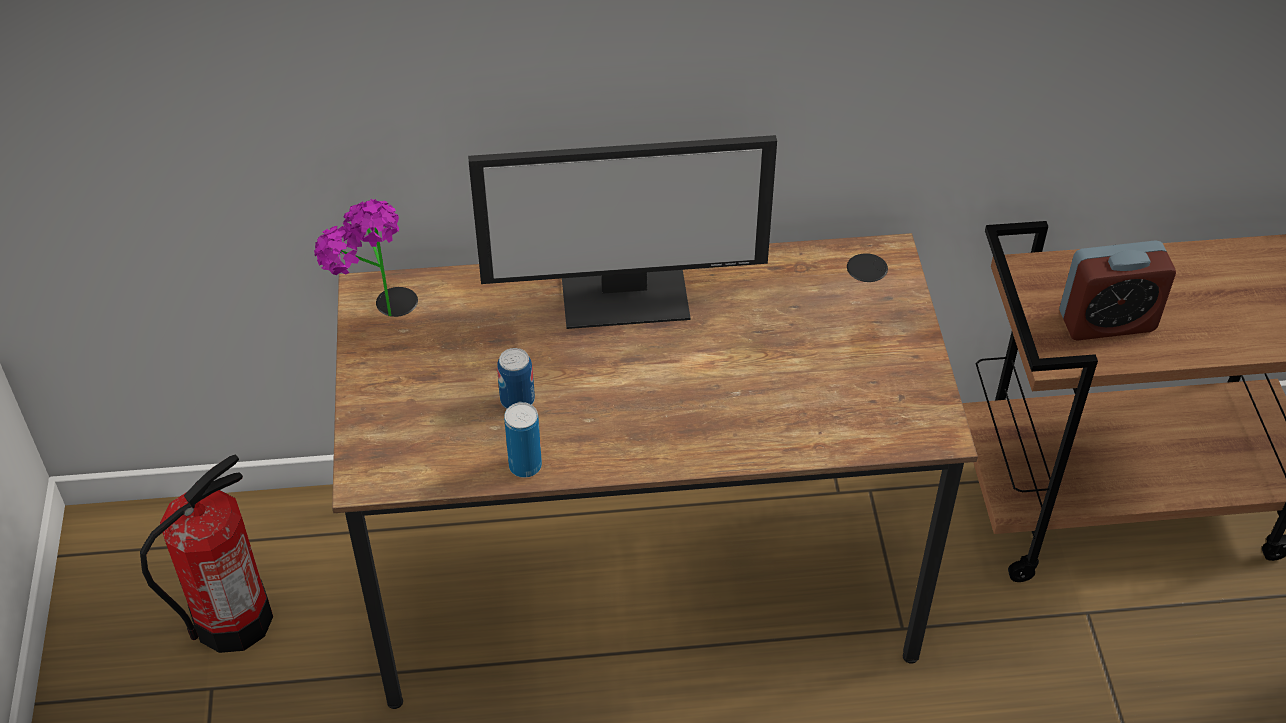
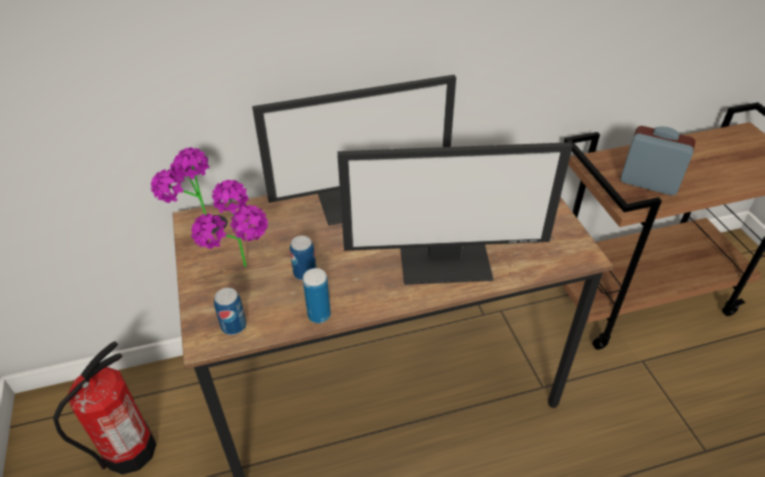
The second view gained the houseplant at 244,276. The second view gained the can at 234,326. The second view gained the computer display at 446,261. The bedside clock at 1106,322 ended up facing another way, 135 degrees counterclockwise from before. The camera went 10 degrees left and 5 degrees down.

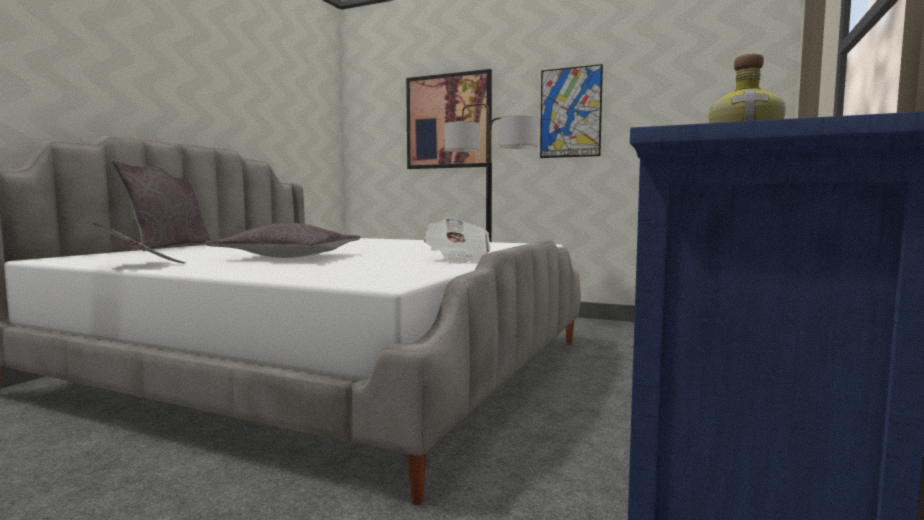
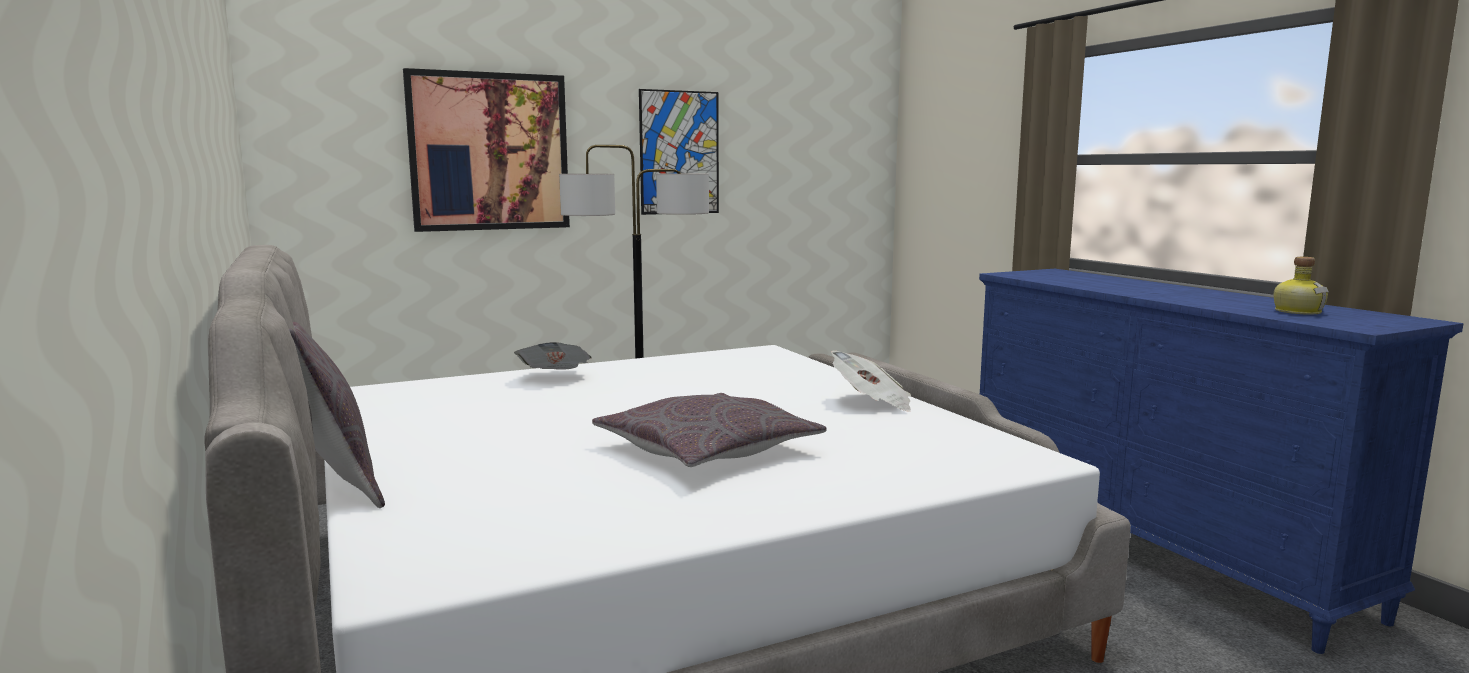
The daily paper ended up elsewhere, having gone from 140,265 to 555,377. The camera went 50 degrees left and 5 degrees up.

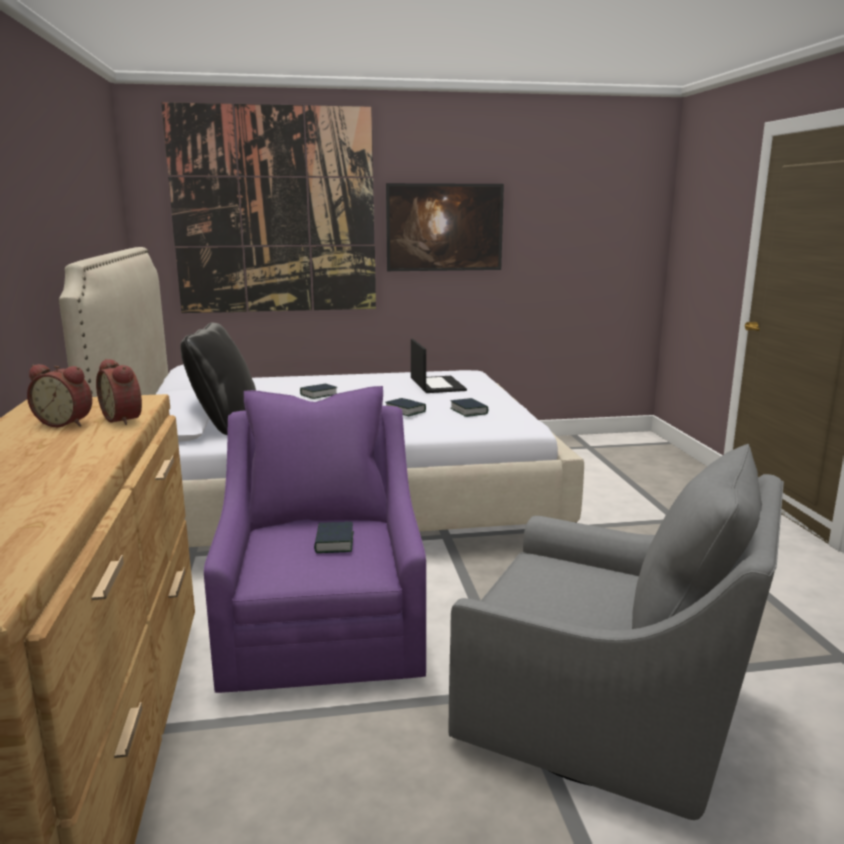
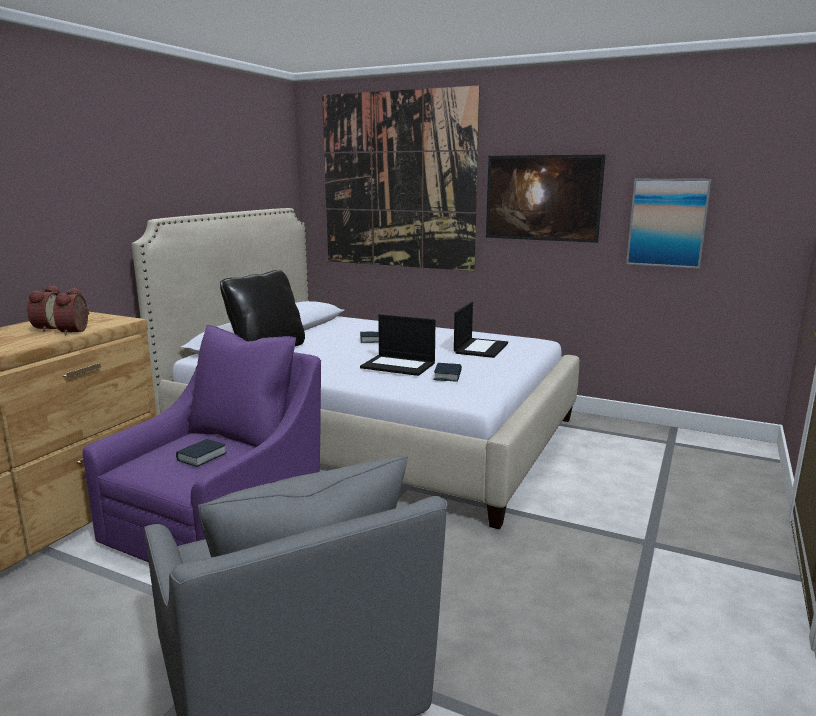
The second view gained the wall picture at 667,223. Where the volume stood at 405,411, the laptop came to stand at 399,365. The bedside clock at 66,423 ended up facing another way, 135 degrees counterclockwise from before. The camera went 35 degrees right and 0 degrees up.

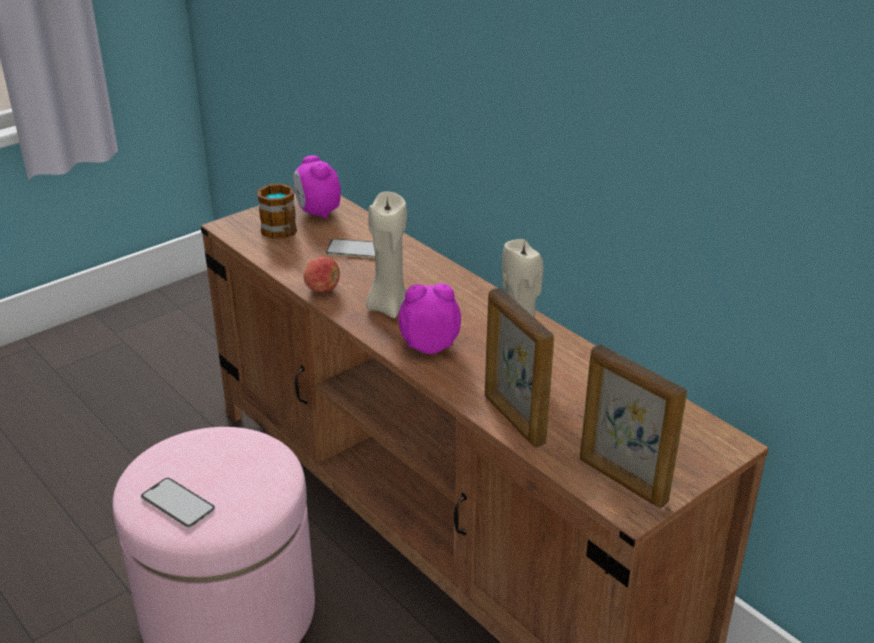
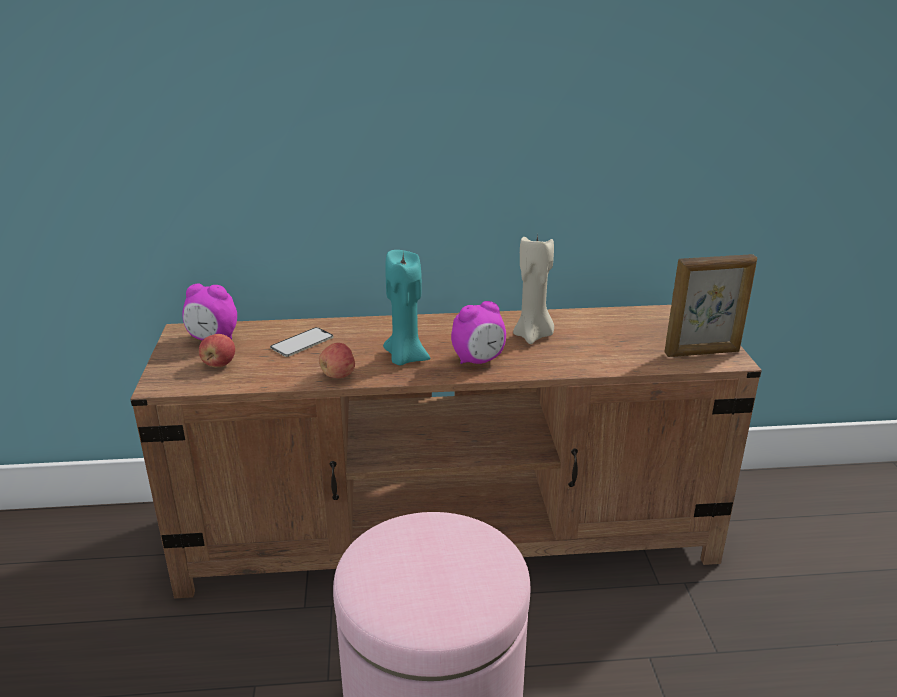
The second view lost the telephone at 178,503. The second view lost the standing frame at 513,420. Where the mug stood at 282,233, the apple fruit came to stand at 219,364. What was the sand-coloured wax candle at 388,307 turned into the turquoise wax candle at 405,358. The bedside clock at 429,345 ended up facing another way, 150 degrees counterclockwise from before. The camera went 55 degrees left and 5 degrees down.

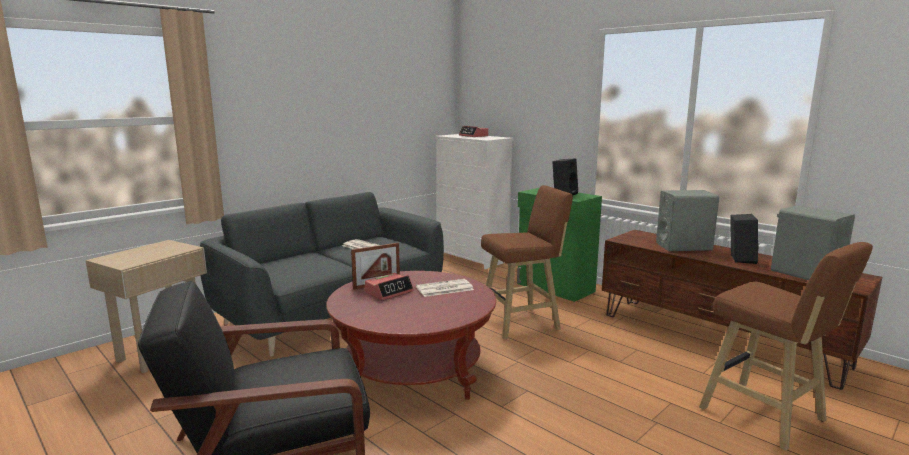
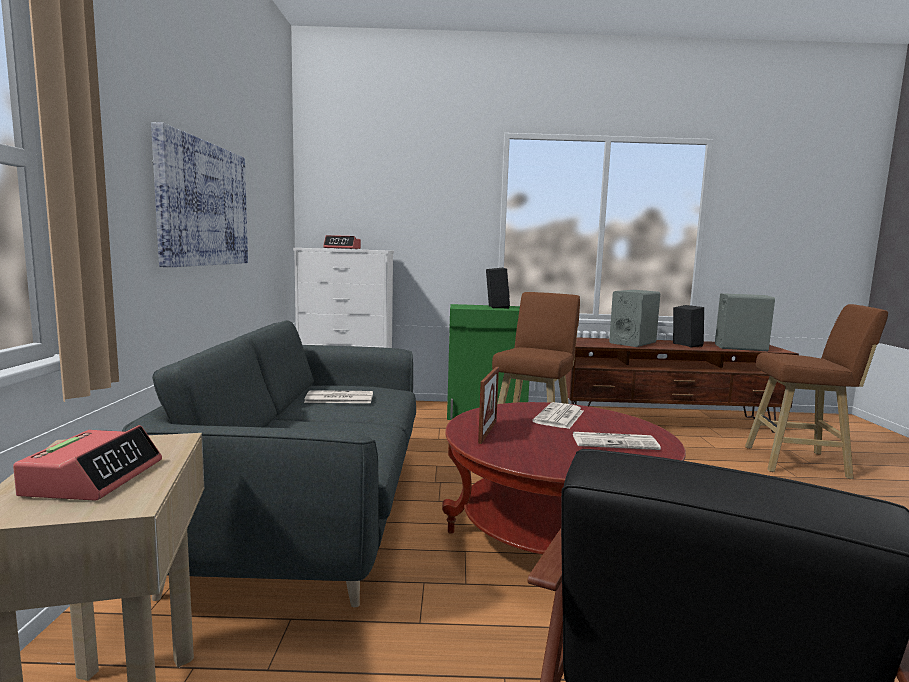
The second view gained the wall picture at 202,204. The second view gained the daily paper at 615,442. The bedside clock ended up elsewhere, having gone from 389,292 to 94,478. The camera went 45 degrees left and 5 degrees down.

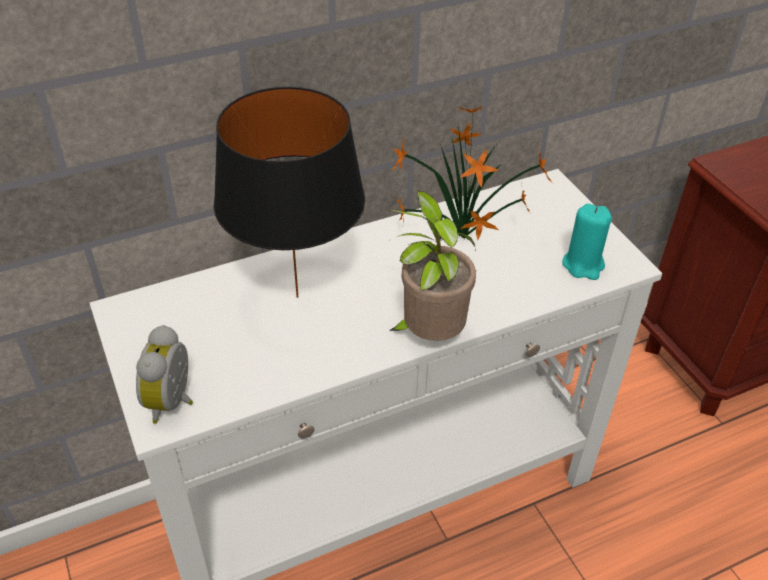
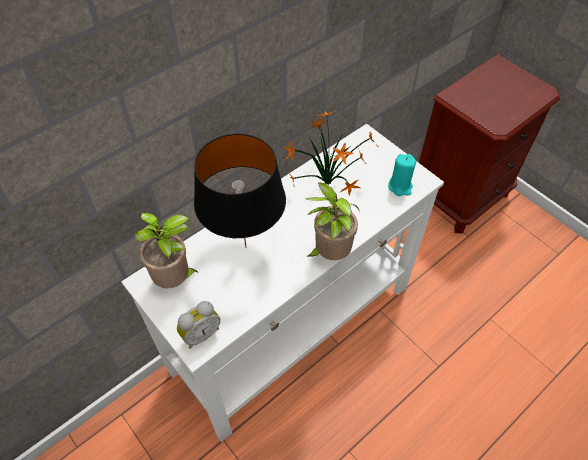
The second view gained the houseplant at 175,280. The bedside clock at 174,402 ended up facing another way, 120 degrees counterclockwise from before. The camera went 15 degrees left and 10 degrees up.

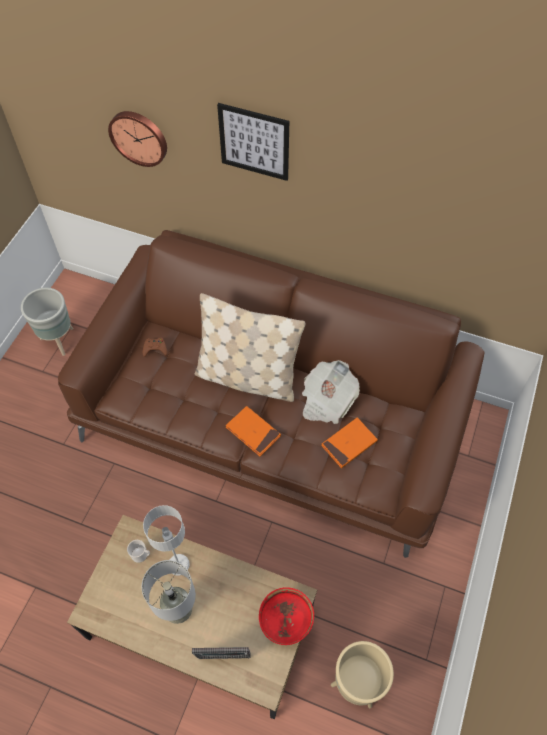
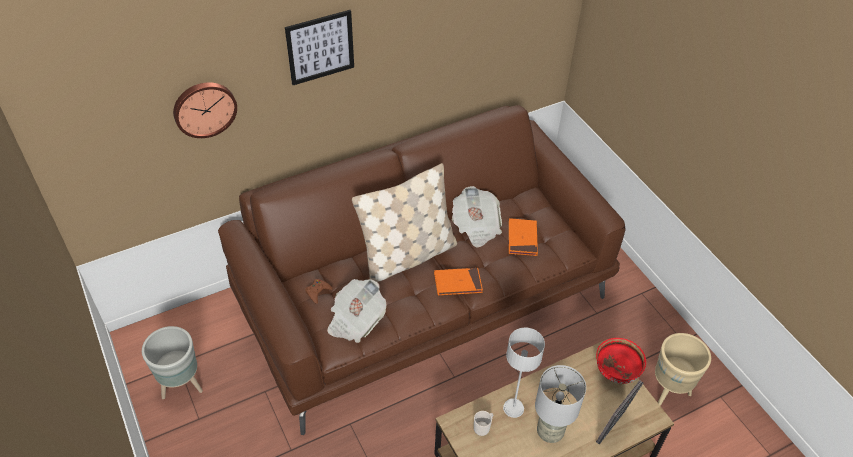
The second view gained the daily paper at 355,320. The camera went 50 degrees left and 10 degrees down.

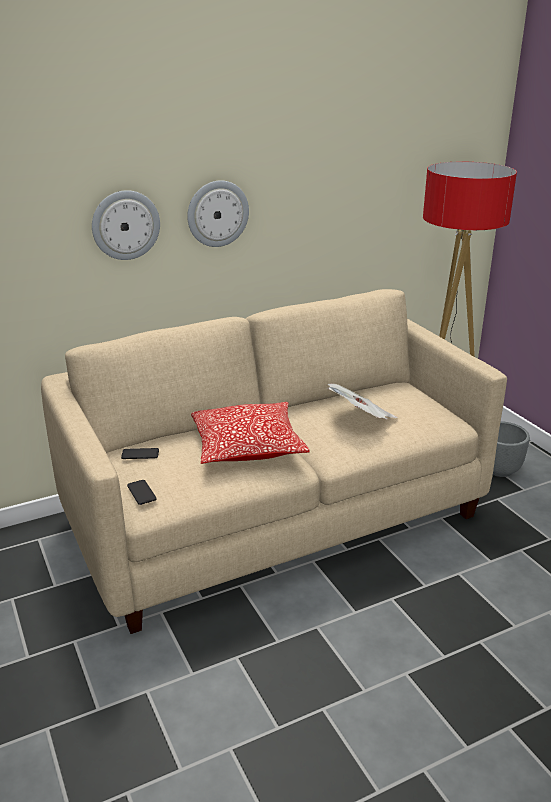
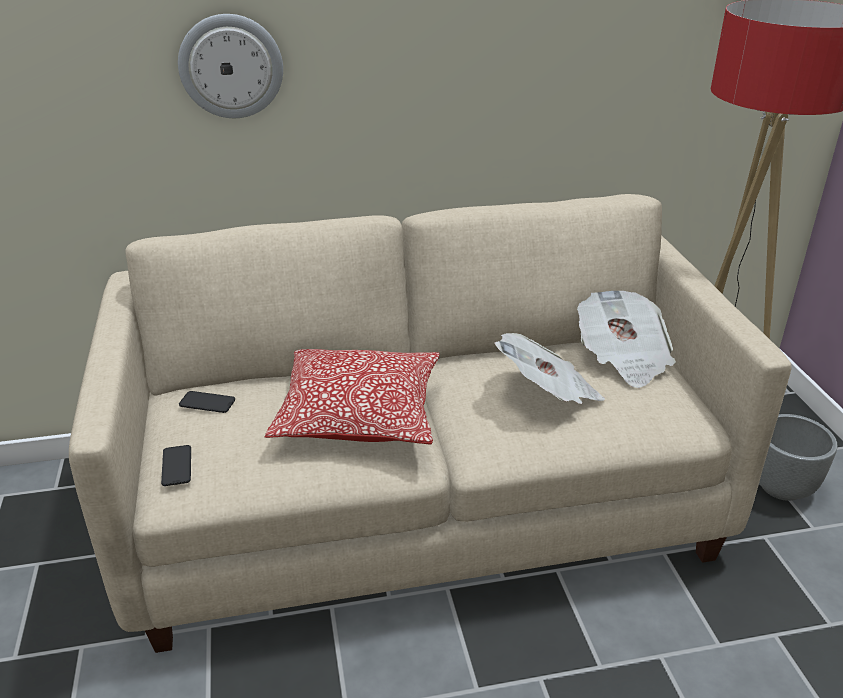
The second view lost the wall clock at 217,213. The second view gained the daily paper at 622,358. The camera went 15 degrees right and 5 degrees up.

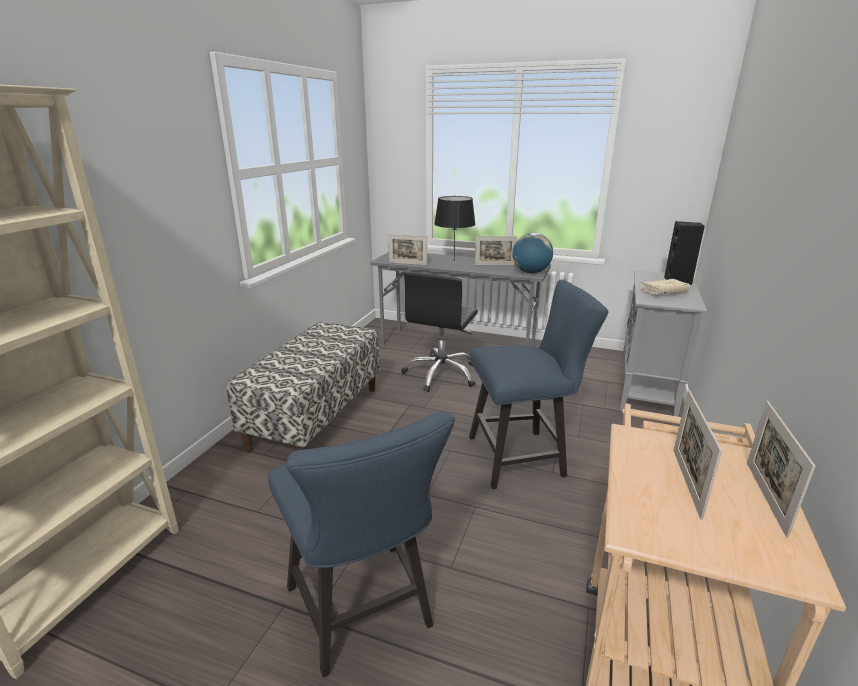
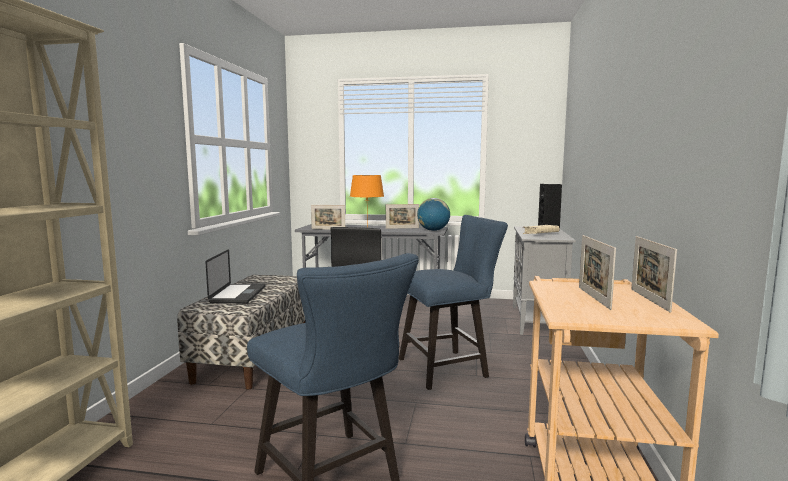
The second view gained the laptop at 238,294. What was the black-coloured tabletop lamp at 453,260 turned into the orange-coloured tabletop lamp at 367,227. The camera went 10 degrees left and 15 degrees down.

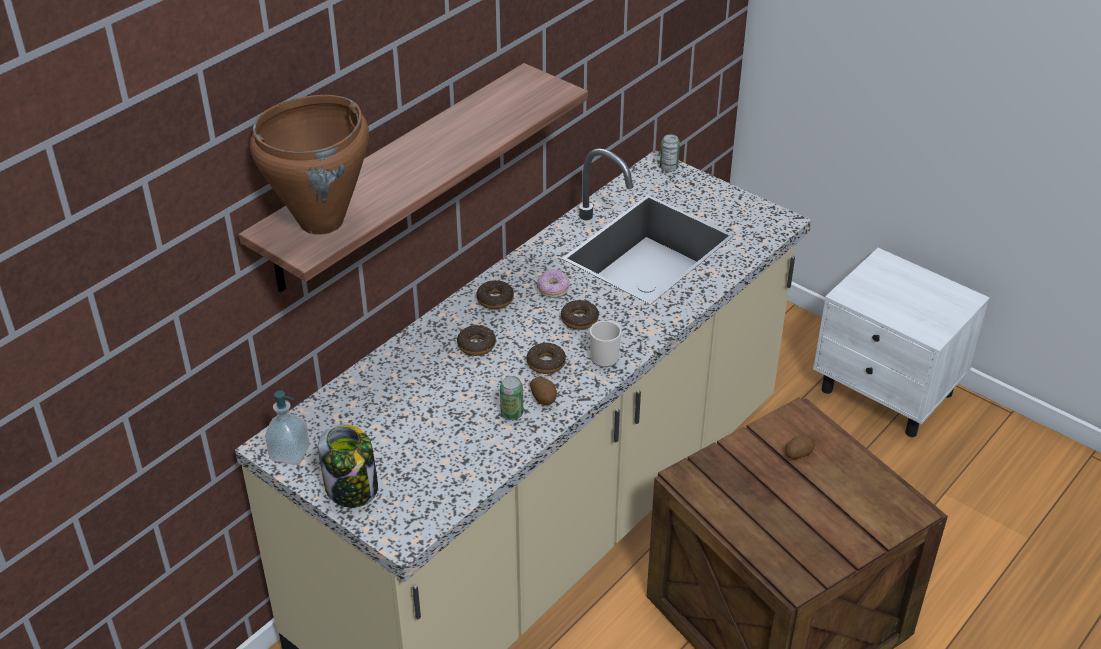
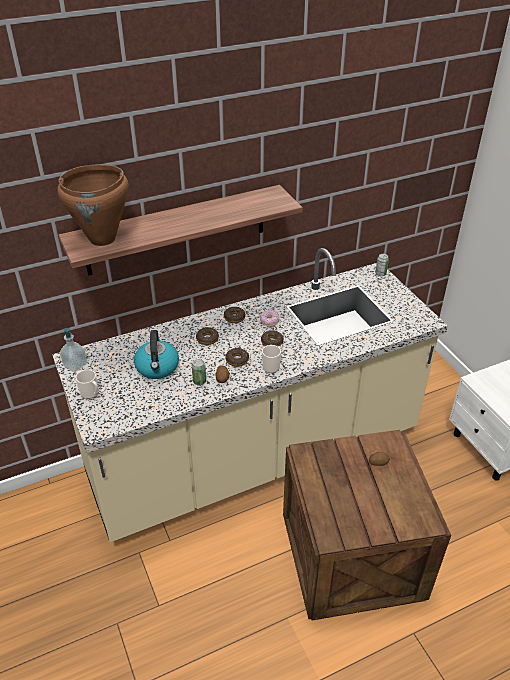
The second view gained the tea kettle at 157,367. Where the jar stood at 352,488, the mug came to stand at 91,393. The camera went 25 degrees right and 0 degrees up.

